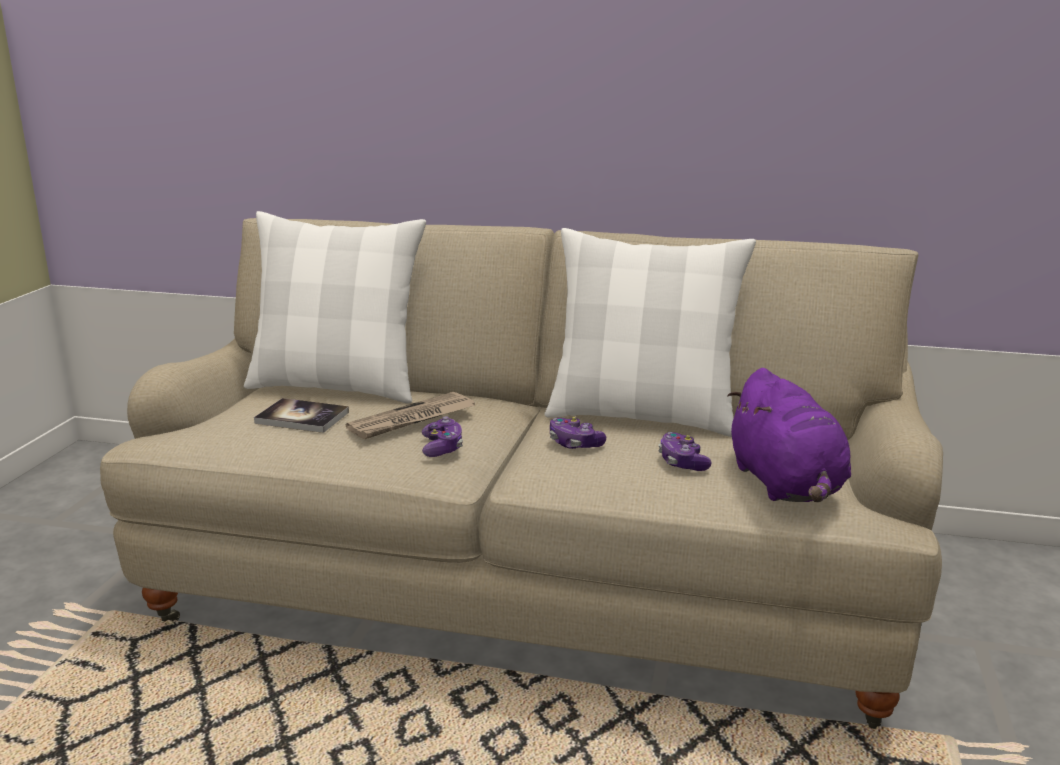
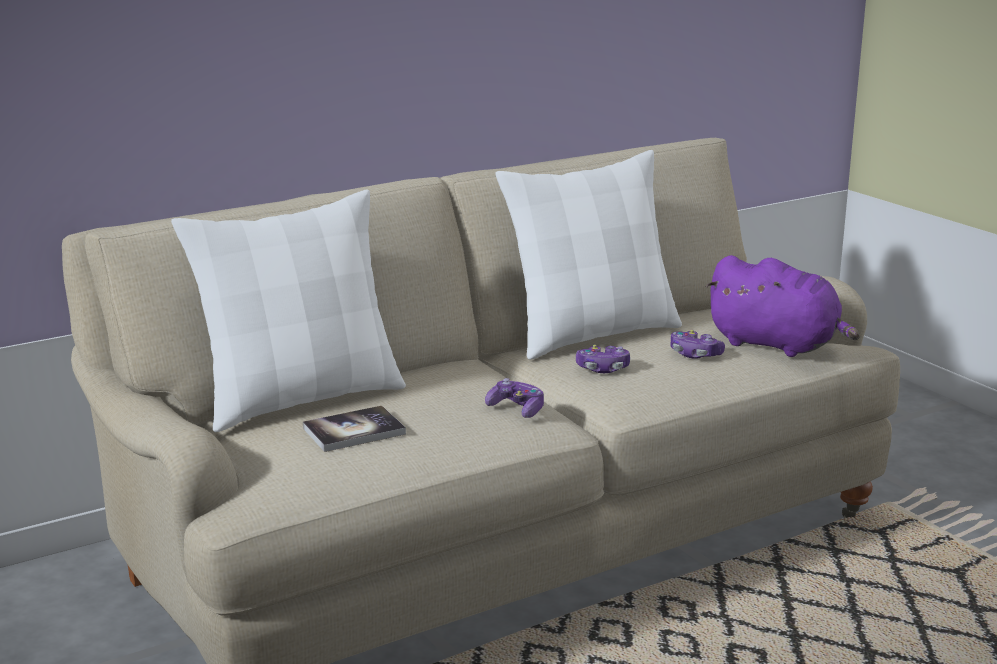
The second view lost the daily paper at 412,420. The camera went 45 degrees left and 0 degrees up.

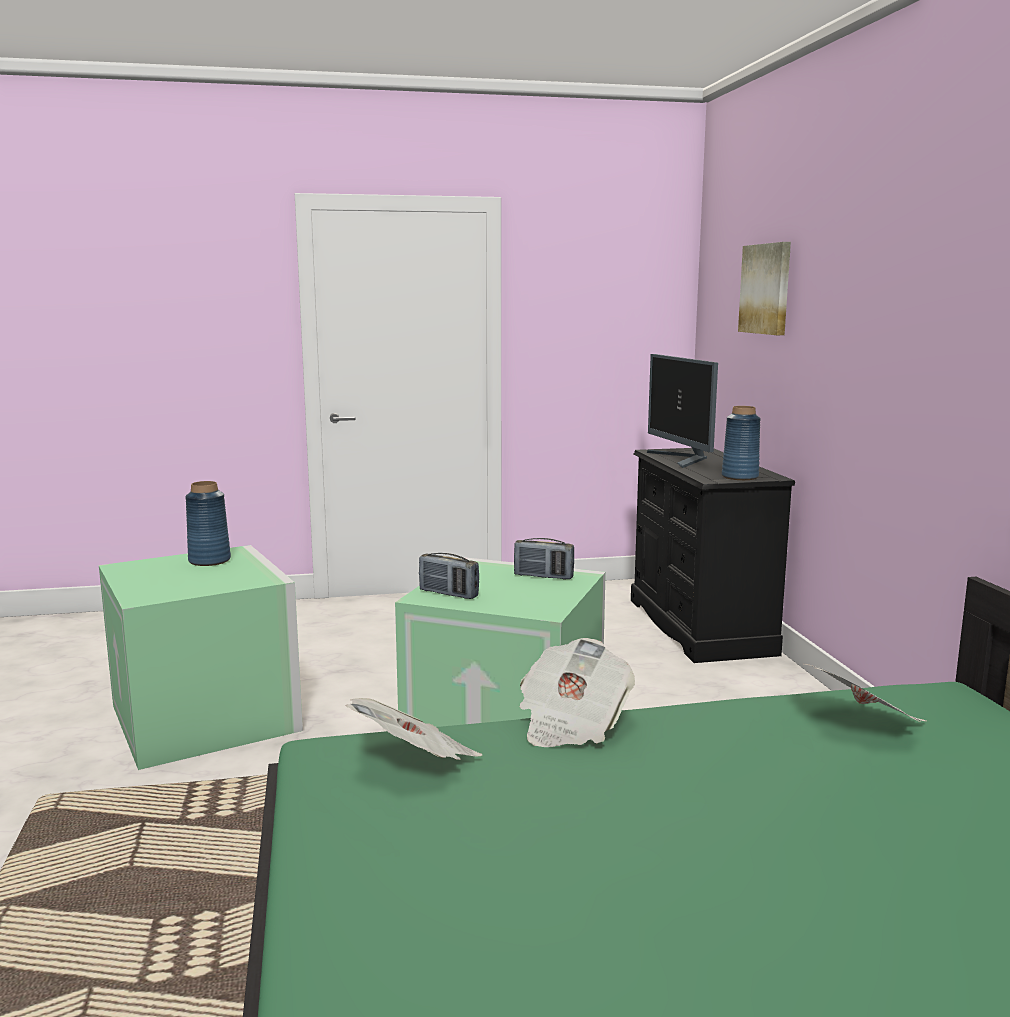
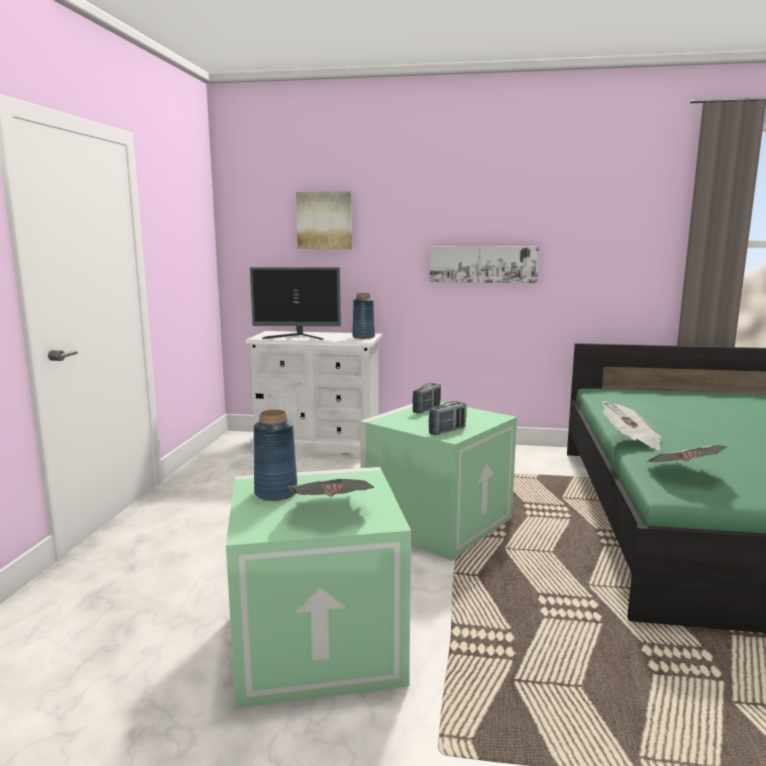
The second view gained the wall picture at 483,264. The daily paper ended up elsewhere, having gone from 864,724 to 331,510. What was the black-coloured chest of drawers at 699,626 turned into the white chest of drawers at 318,445. The camera went 70 degrees left and 0 degrees up.

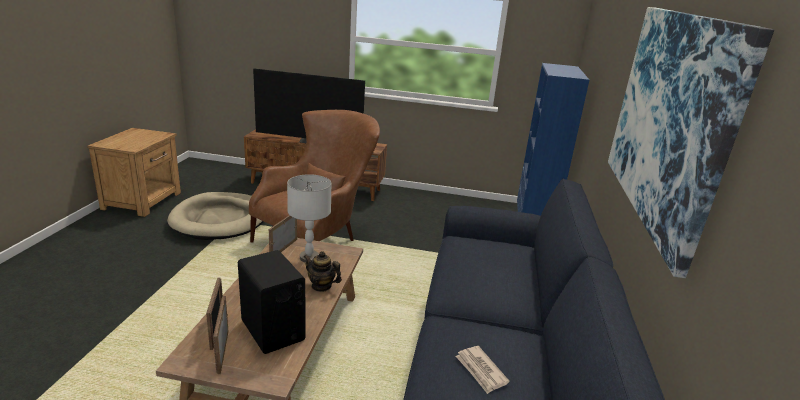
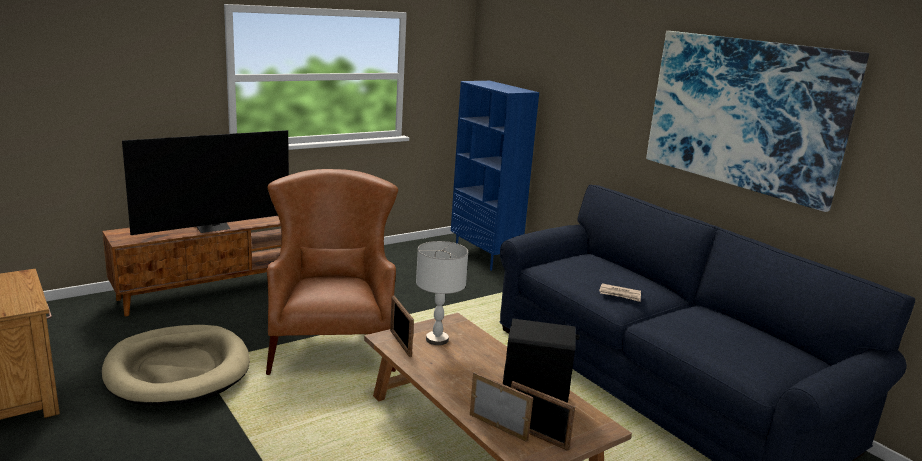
The second view lost the teapot at 321,286. The daily paper ended up elsewhere, having gone from 481,371 to 620,294. The camera went 45 degrees left and 5 degrees down.

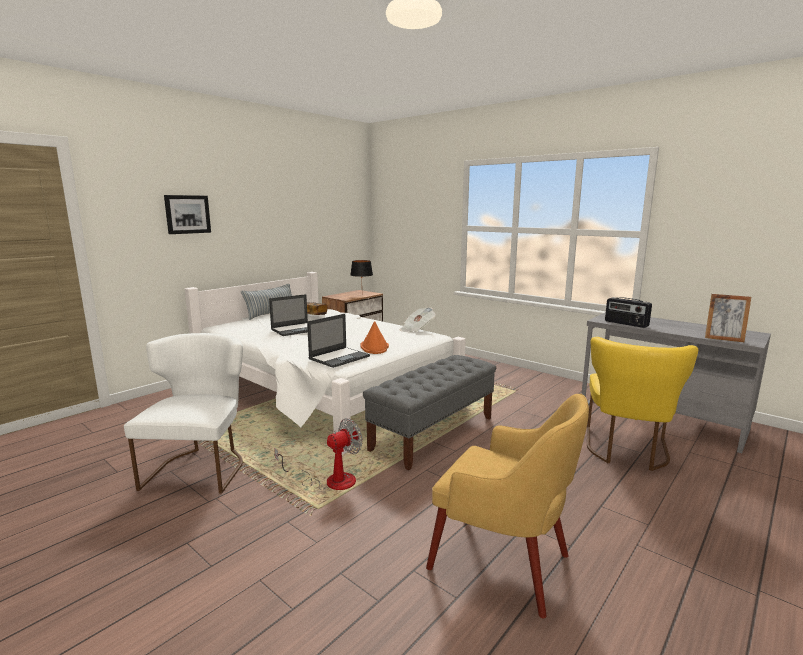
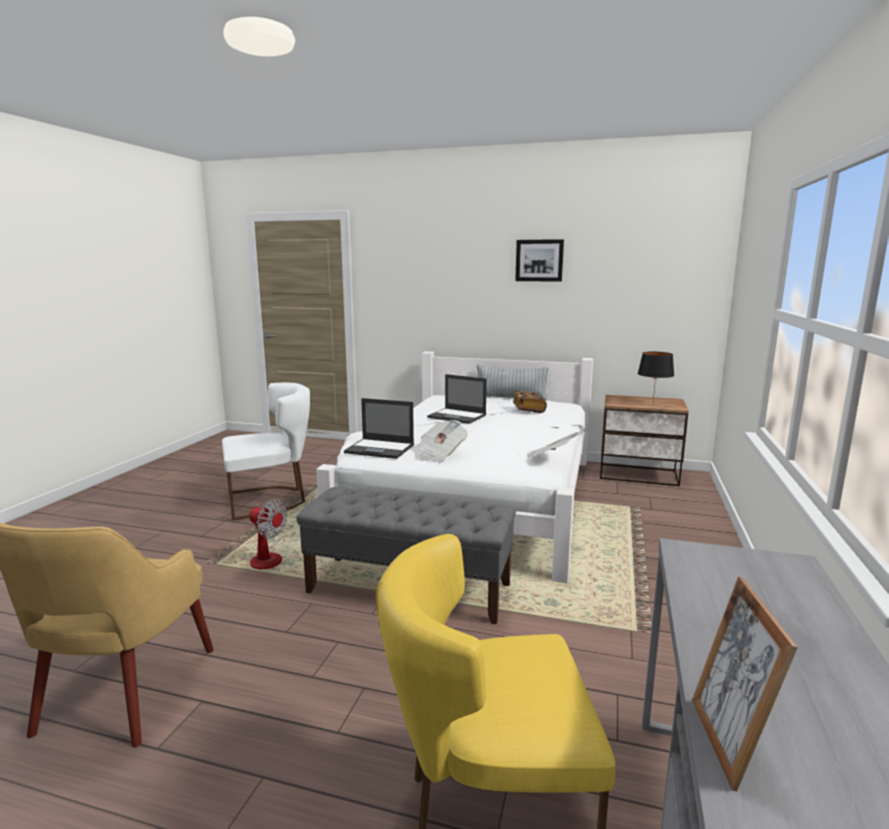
The second view lost the radio set at 626,324. The wall picture ended up elsewhere, having gone from 187,214 to 539,260. Where the orange-coloured wearable hat stood at 374,347, the daily paper came to stand at 439,455. The camera went 65 degrees right and 0 degrees up.

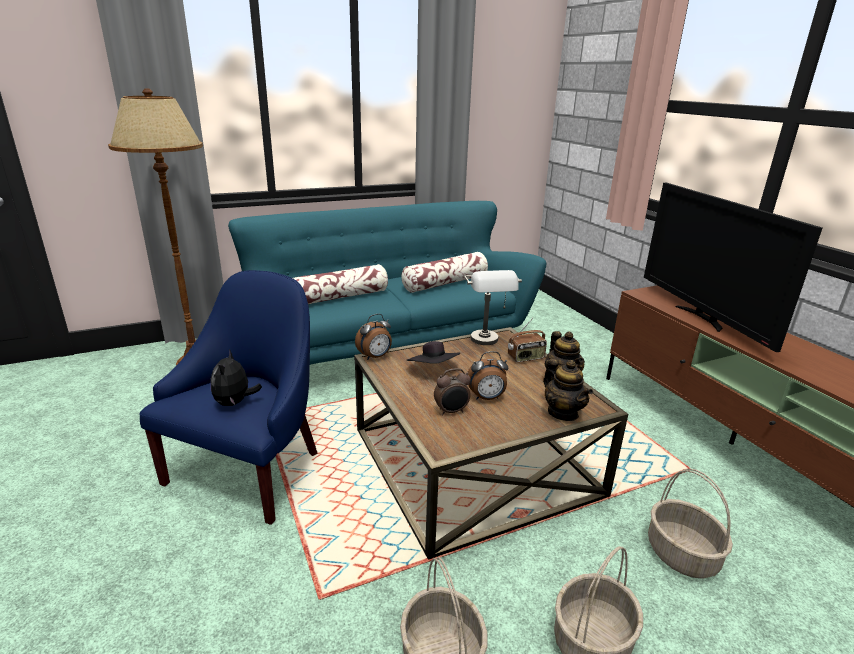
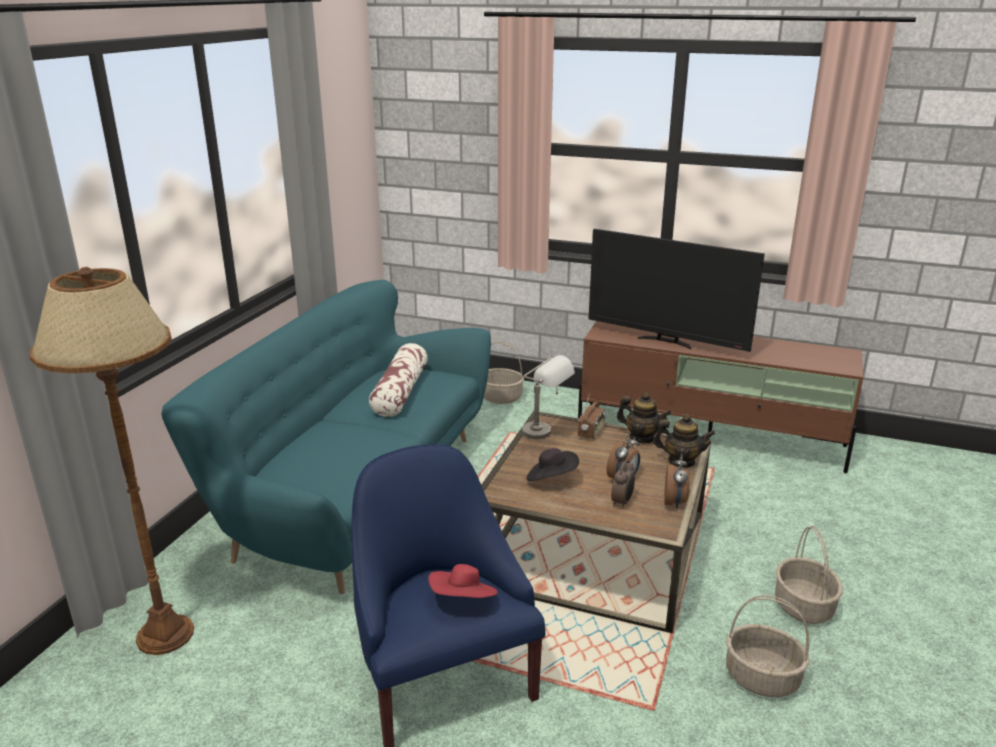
The second view lost the pillow at 338,297. The bedside clock ended up elsewhere, having gone from 375,357 to 675,502. The basket ended up elsewhere, having gone from 682,555 to 501,397. Where the cuddly toy stood at 235,403, the red-coloured wearable hat came to stand at 463,600. The camera went 45 degrees left and 0 degrees up.

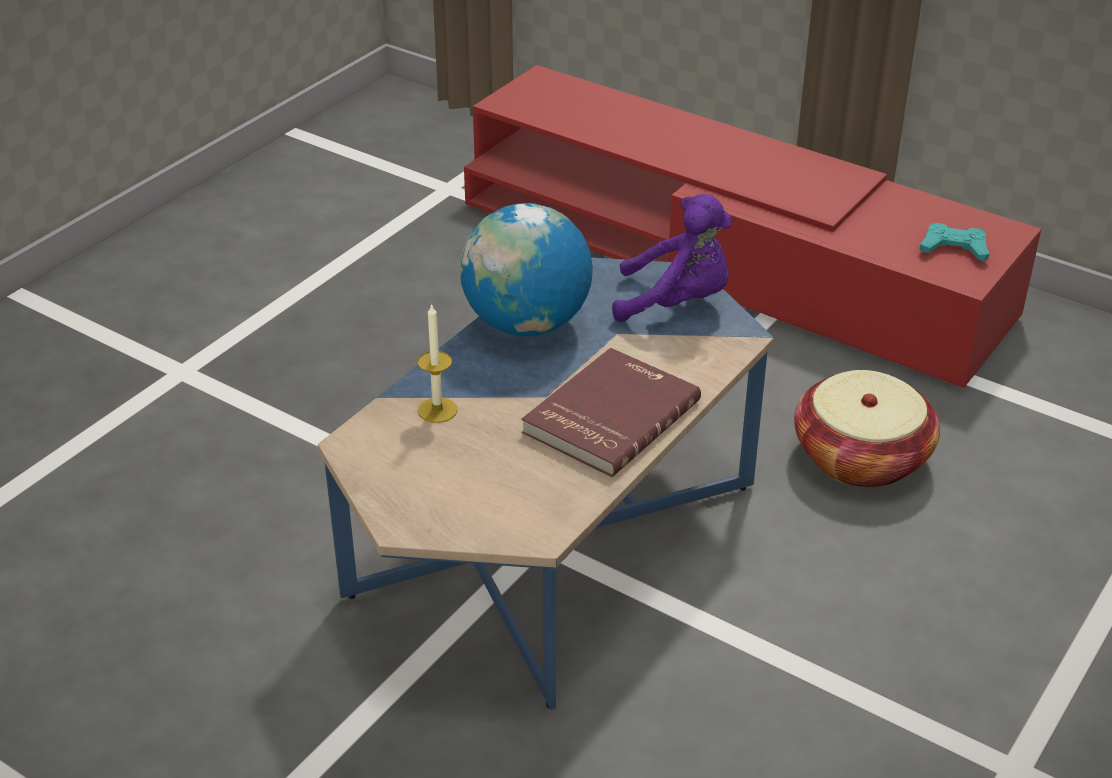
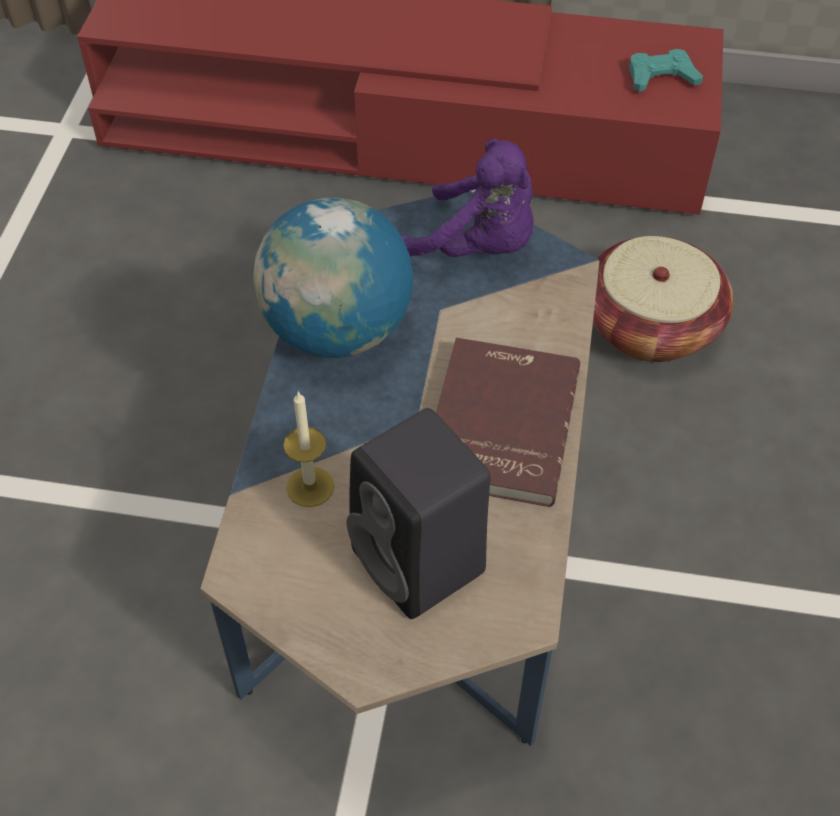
The second view gained the black-coloured loudspeaker at 422,563. The purple cuddly toy at 676,302 ended up facing another way, 45 degrees clockwise from before. The camera went 25 degrees left and 15 degrees up.

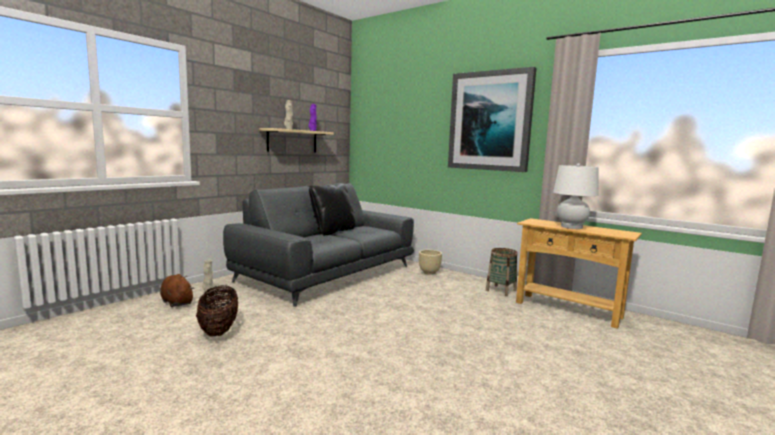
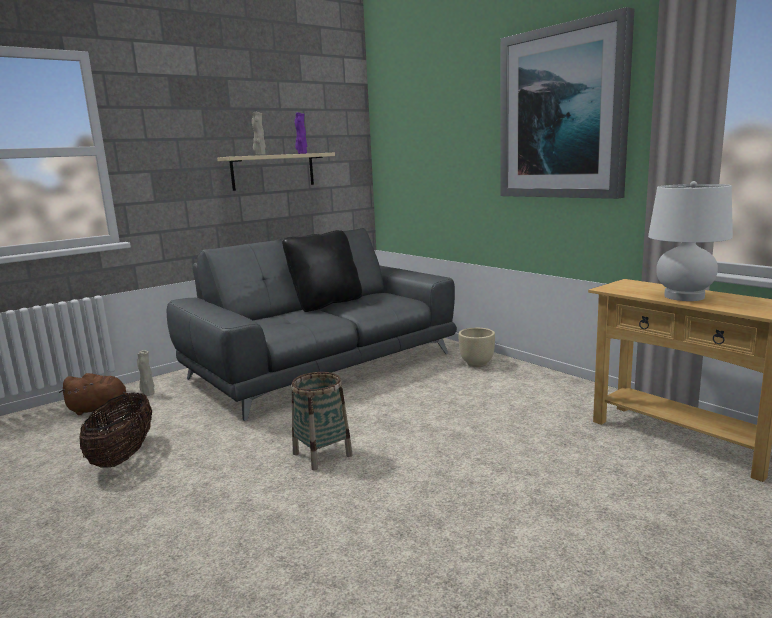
The basket ended up elsewhere, having gone from 501,290 to 322,454. The brown-coloured cuddly toy at 176,302 ended up facing another way, 120 degrees clockwise from before. The camera went 15 degrees right and 5 degrees up.

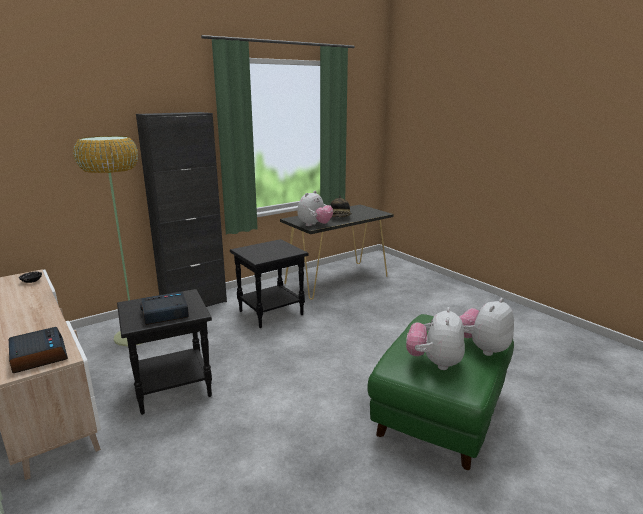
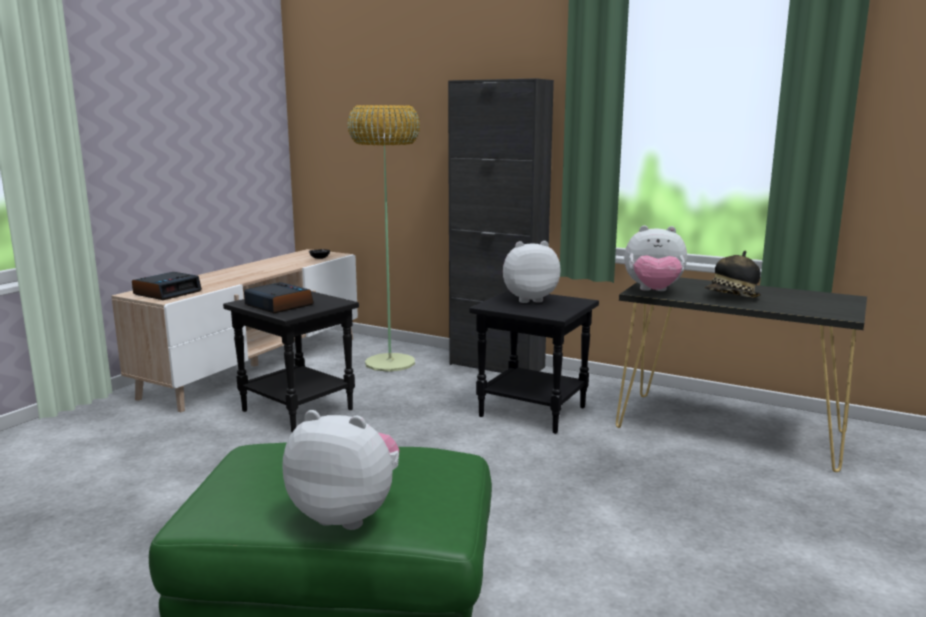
The cuddly toy ended up elsewhere, having gone from 434,363 to 528,299. The camera went 65 degrees right and 5 degrees down.

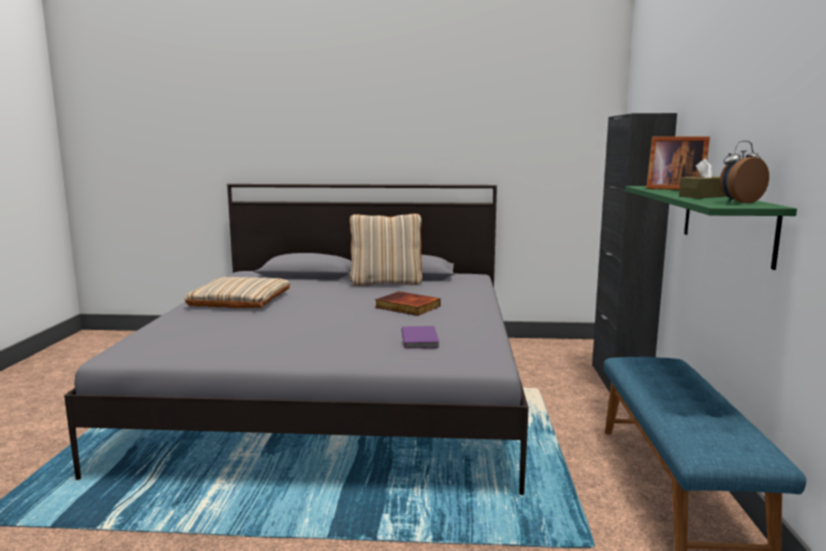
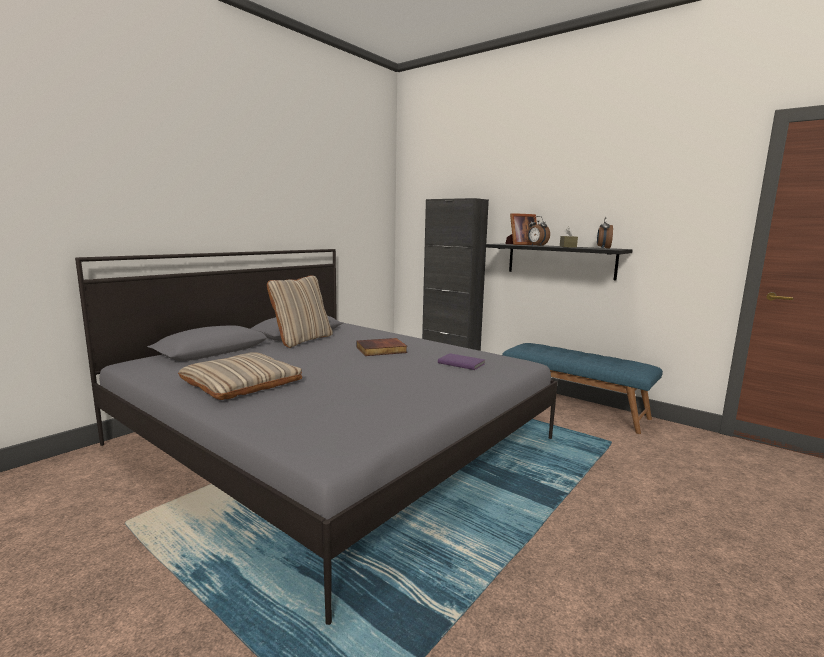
The second view gained the bedside clock at 537,245. What was the green-coloured bracket shelf at 726,222 turned into the black-coloured bracket shelf at 560,261. The camera went 55 degrees left and 0 degrees up.

